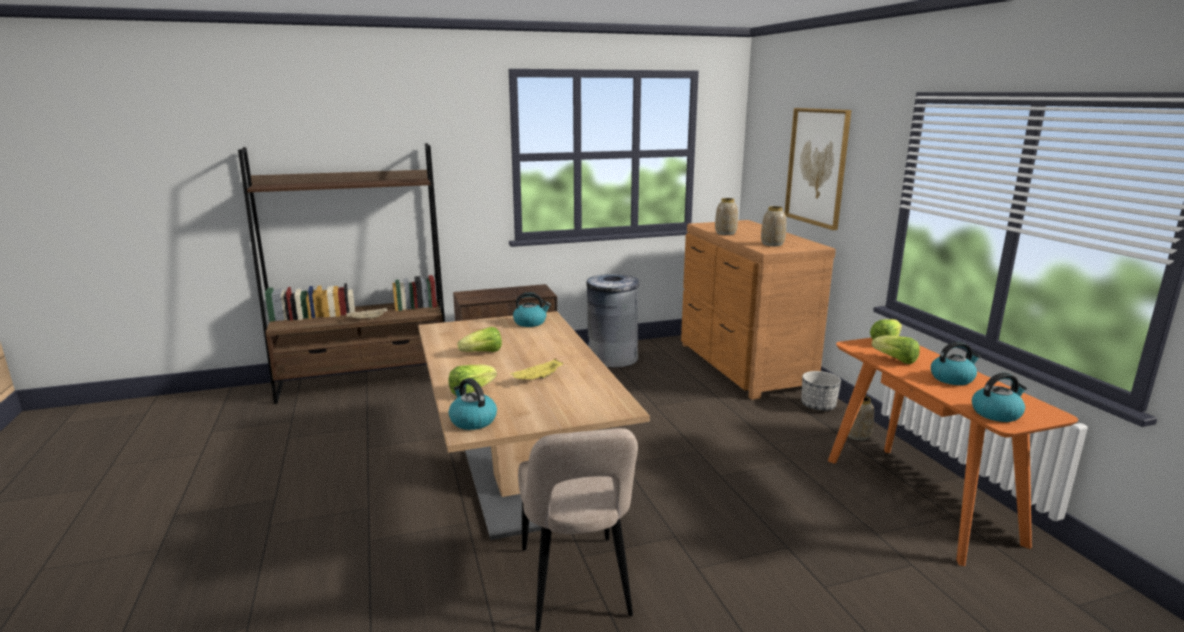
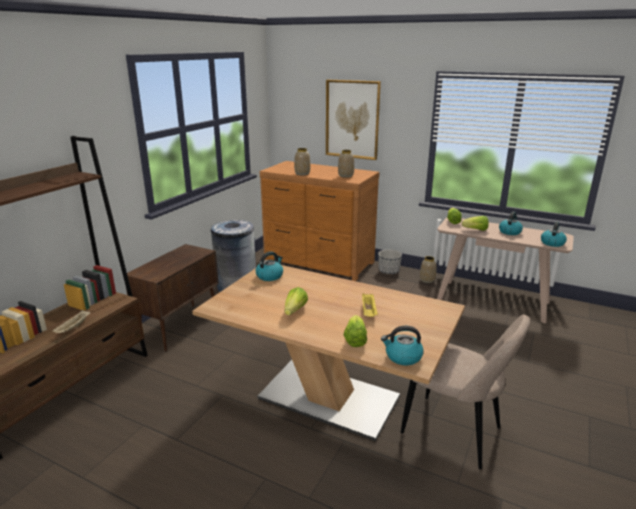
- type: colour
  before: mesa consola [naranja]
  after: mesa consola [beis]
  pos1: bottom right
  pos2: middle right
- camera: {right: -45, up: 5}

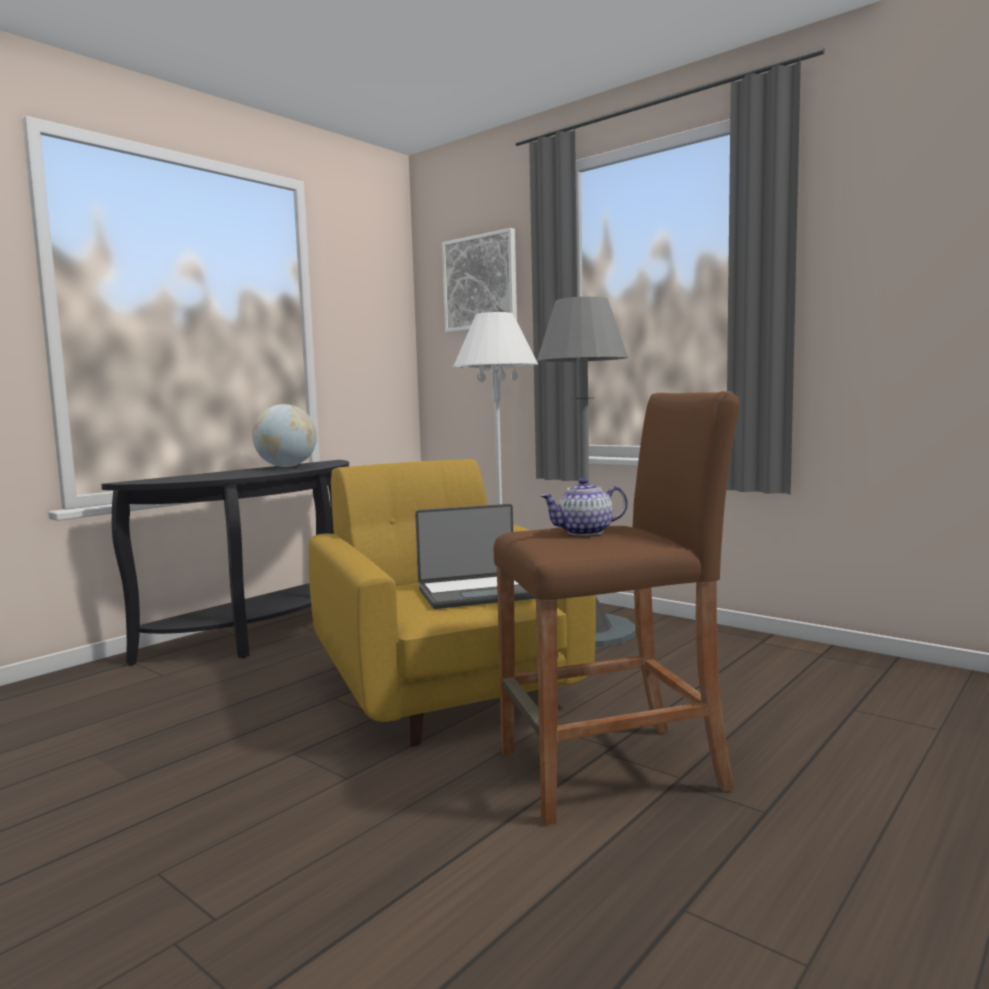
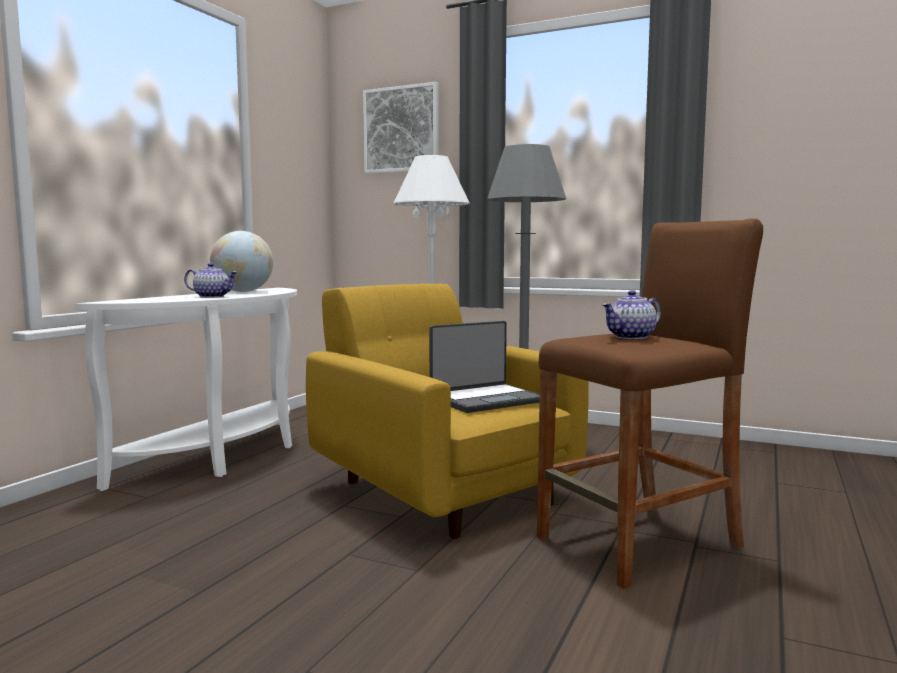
- type: appeared
  after: tetera (no. 1 from left)
  pos2: middle left
- type: colour
  before: mesa consola [negro]
  after: mesa consola [blanco]
  pos1: middle left
  pos2: middle left
- camera: {right: -15, up: 0}

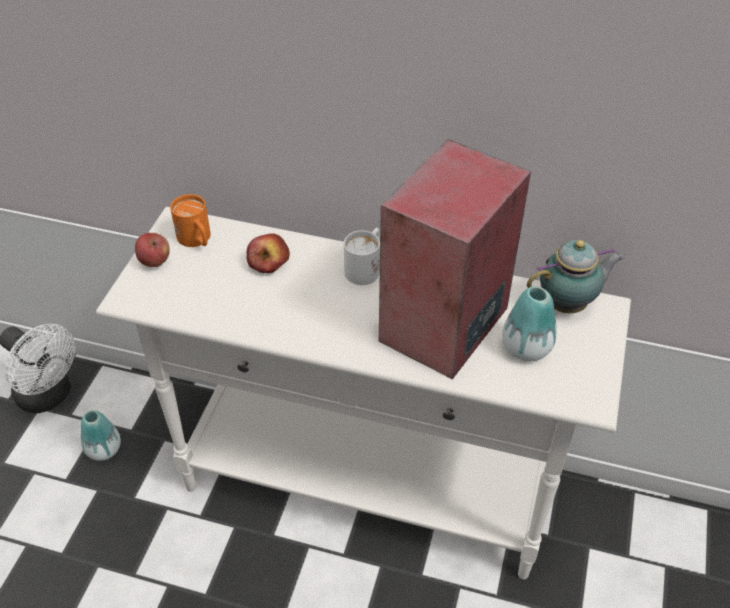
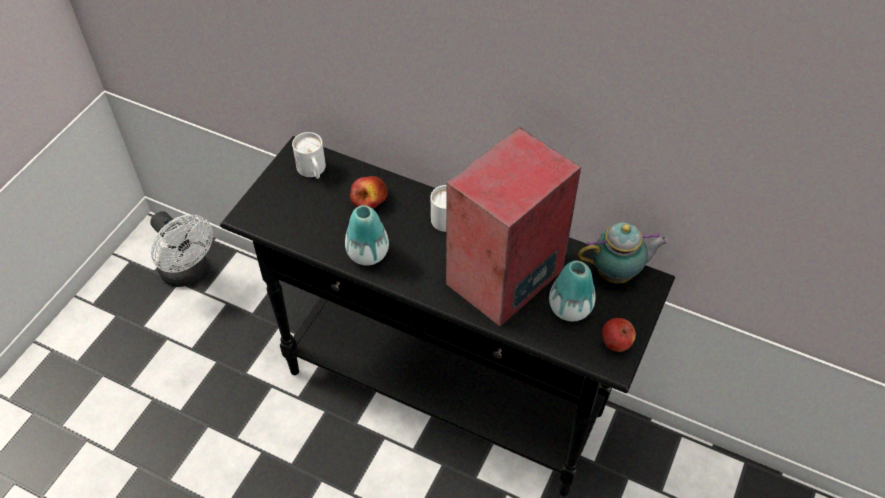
- type: relocated
  before: florero (no. 1 from left)
  pos1: bottom left
  pos2: centre
- type: relocated
  before: manzana (no. 1 from left in the first image)
  after: manzana (no. 2 from left)
  pos1: middle left
  pos2: bottom right
- type: colour
  before: mesa consola [blanco]
  after: mesa consola [negro]
  pos1: centre
  pos2: centre
- type: colour
  before: taza grande [naranja]
  after: taza grande [blanco] (no. 1 from left)
  pos1: middle left
  pos2: top centre
- camera: {right: 10, up: 5}

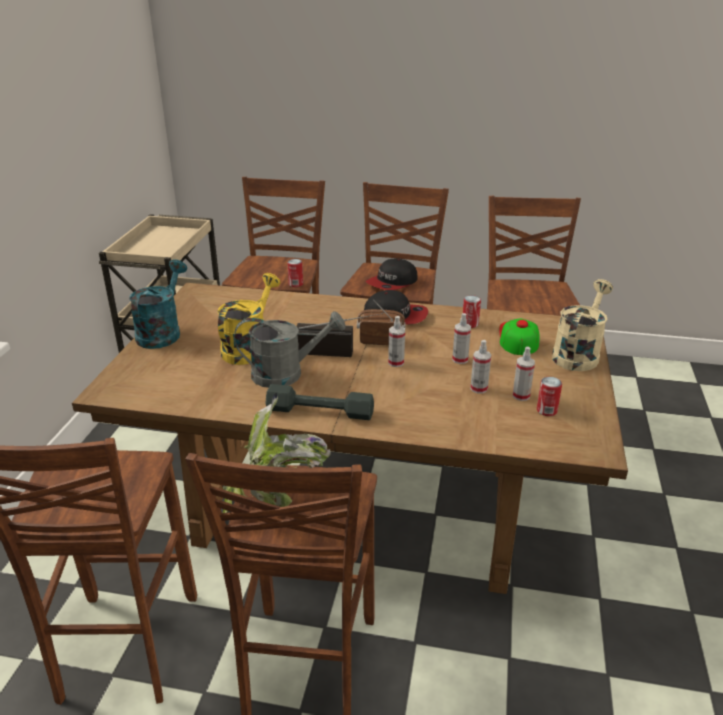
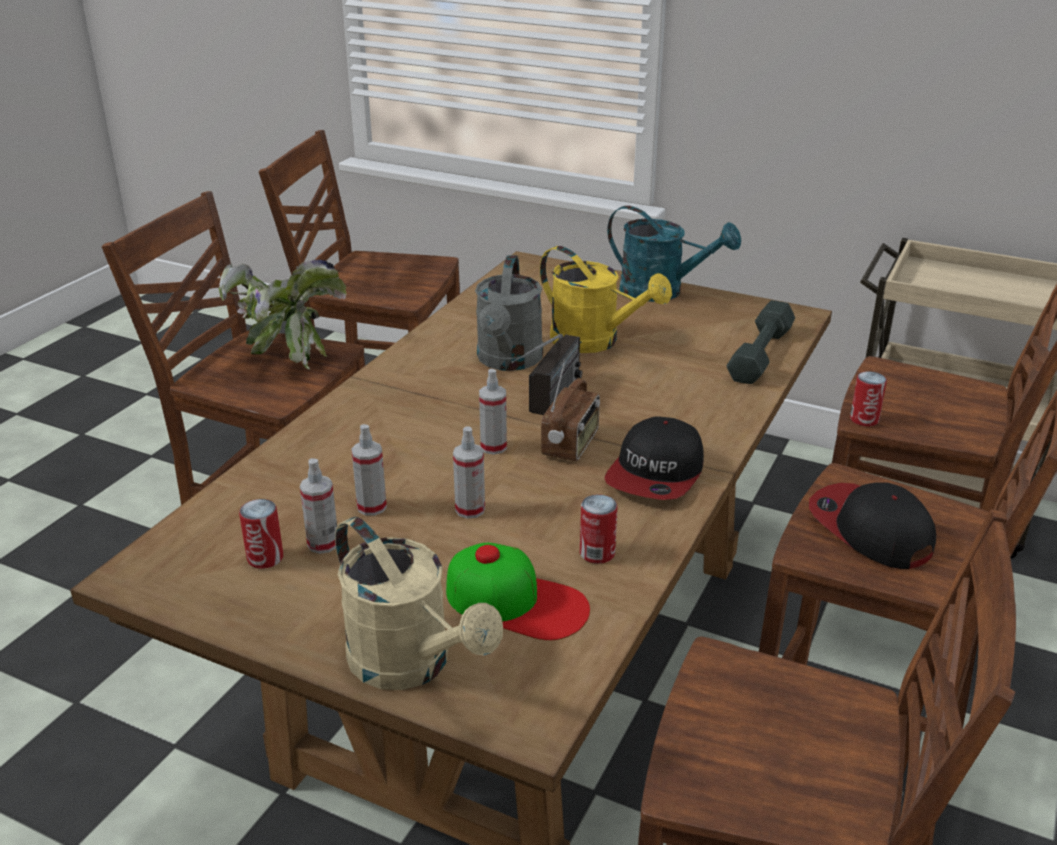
- type: relocated
  before: mancuerna [gris]
  pos1: centre
  pos2: middle right
- camera: {right: 105, up: 0}

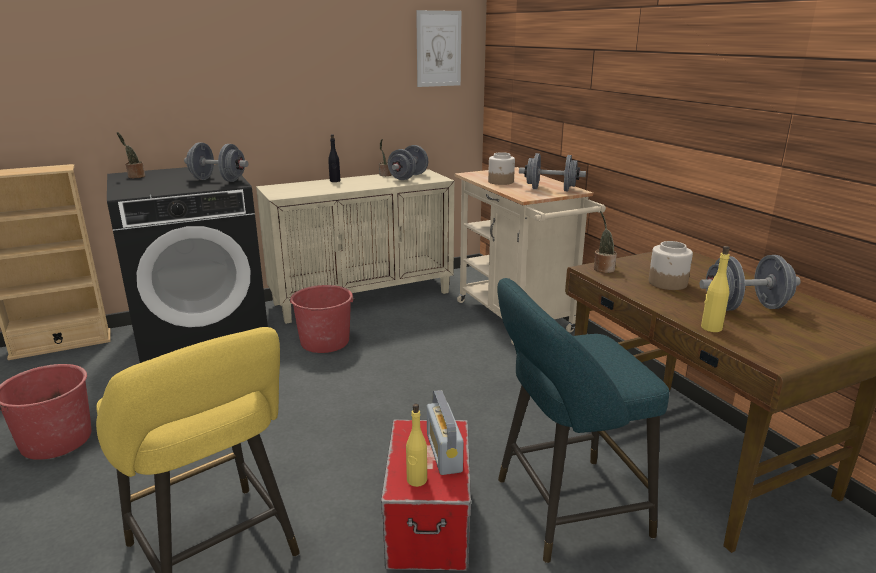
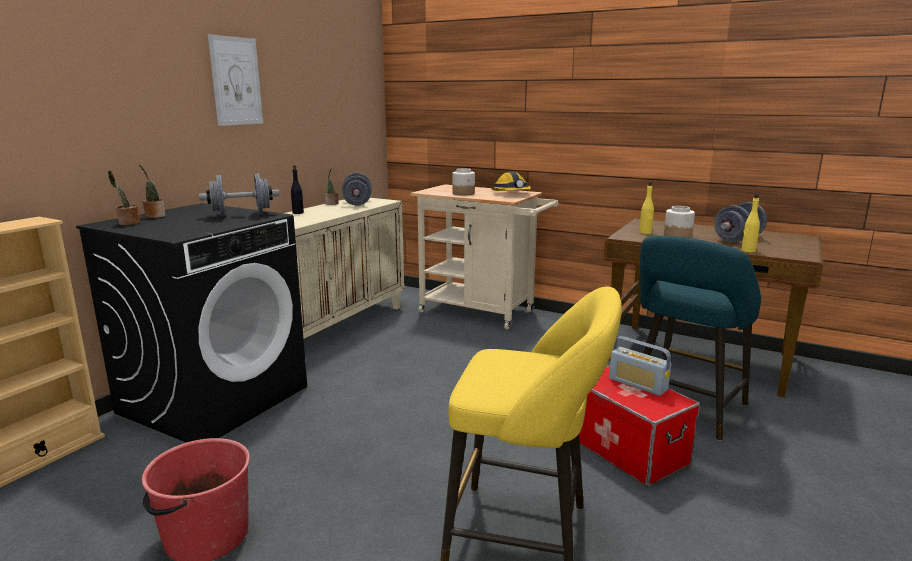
- type: missing
  before: cubo [rojo] (no. 2 from left)
  pos1: centre
- type: relocated
  before: botella [amarillo] (no. 1 from left)
  pos1: bottom centre
  pos2: middle right
- type: relocated
  before: cuadro
  pos1: top centre
  pos2: top left
- type: relocated
  before: planta en maceta (no. 3 from left in the first image)
  after: planta en maceta (no. 2 from left)
  pos1: middle right
  pos2: middle left
- type: exchanged
  before: mancuerna [gris] (no. 3 from left)
  after: casco
  pos1: top centre
  pos2: top centre
- camera: {right: -35, up: -5}

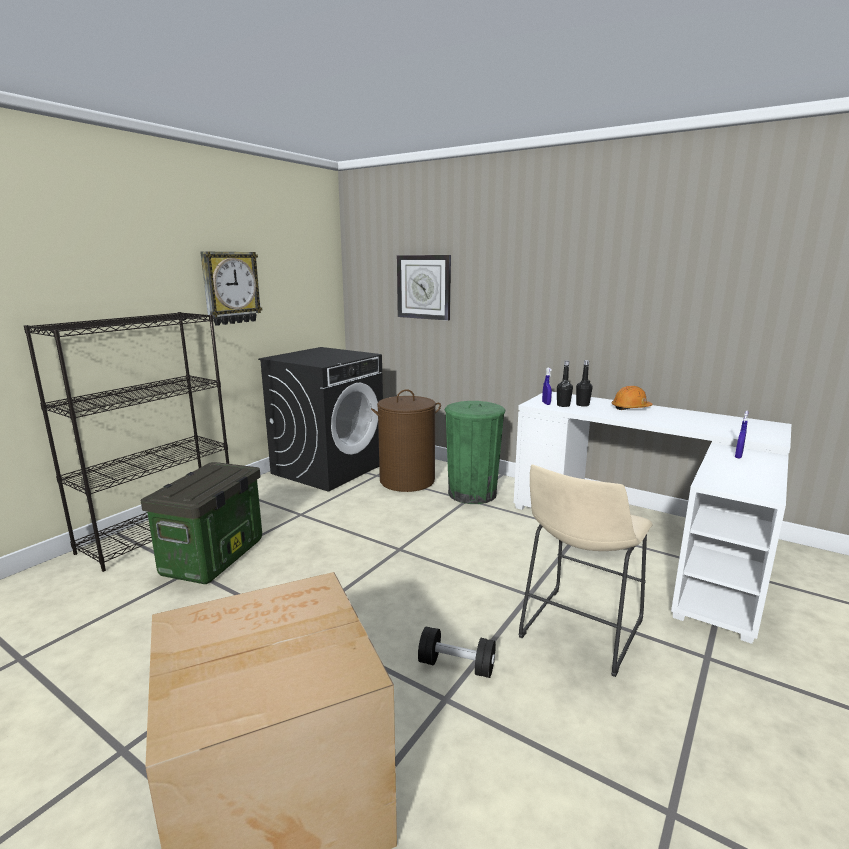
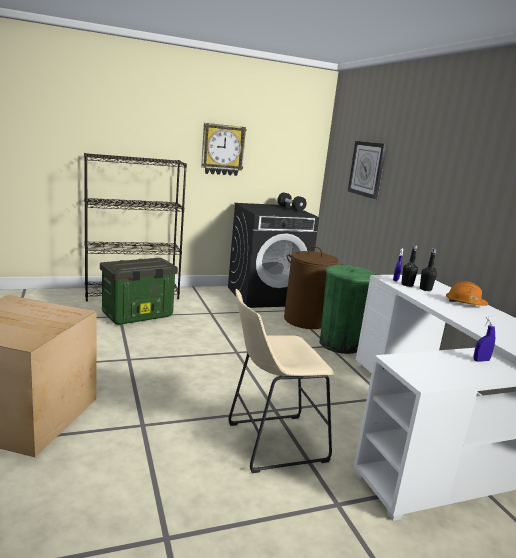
- type: relocated
  before: mancuerna [negro]
  pos1: bottom centre
  pos2: centre
- camera: {right: 35, up: 0}

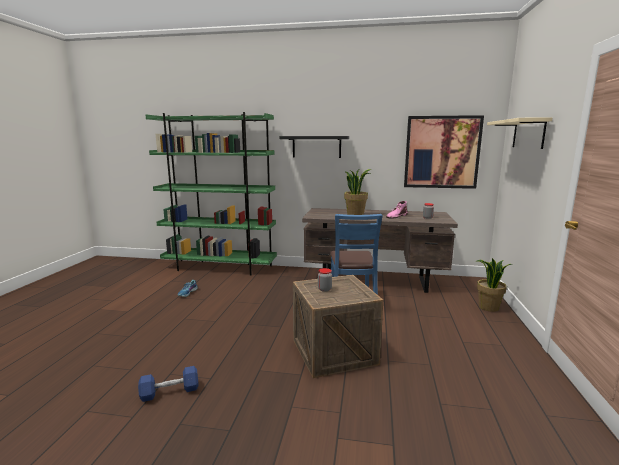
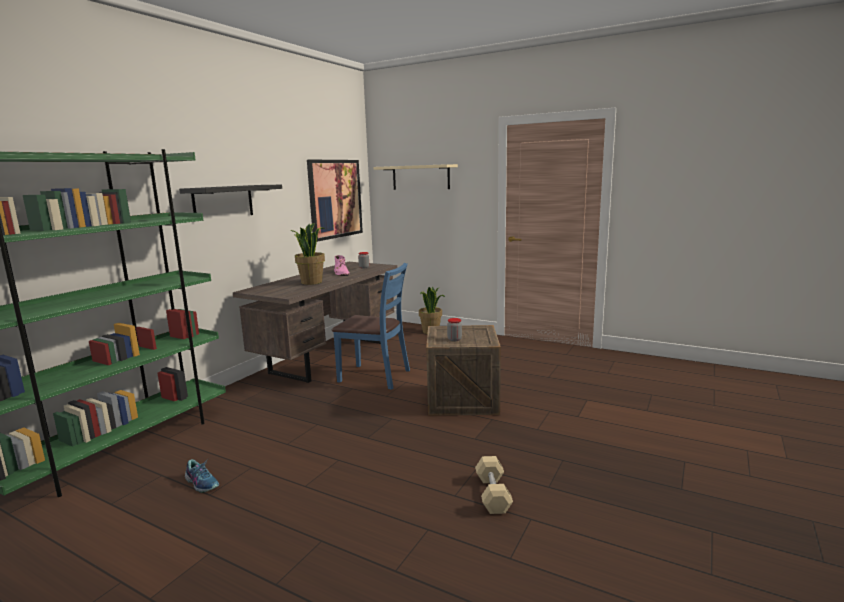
- type: colour
  before: mancuerna [azul]
  after: mancuerna [beis]
  pos1: bottom left
  pos2: bottom centre
- camera: {right: -70, up: 0}

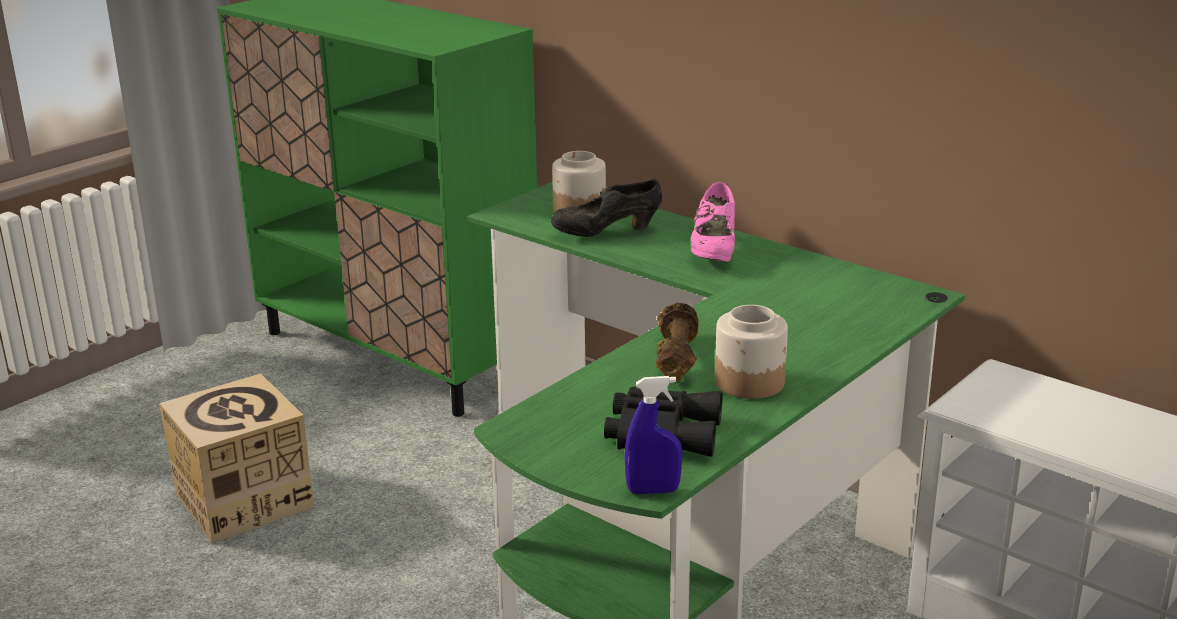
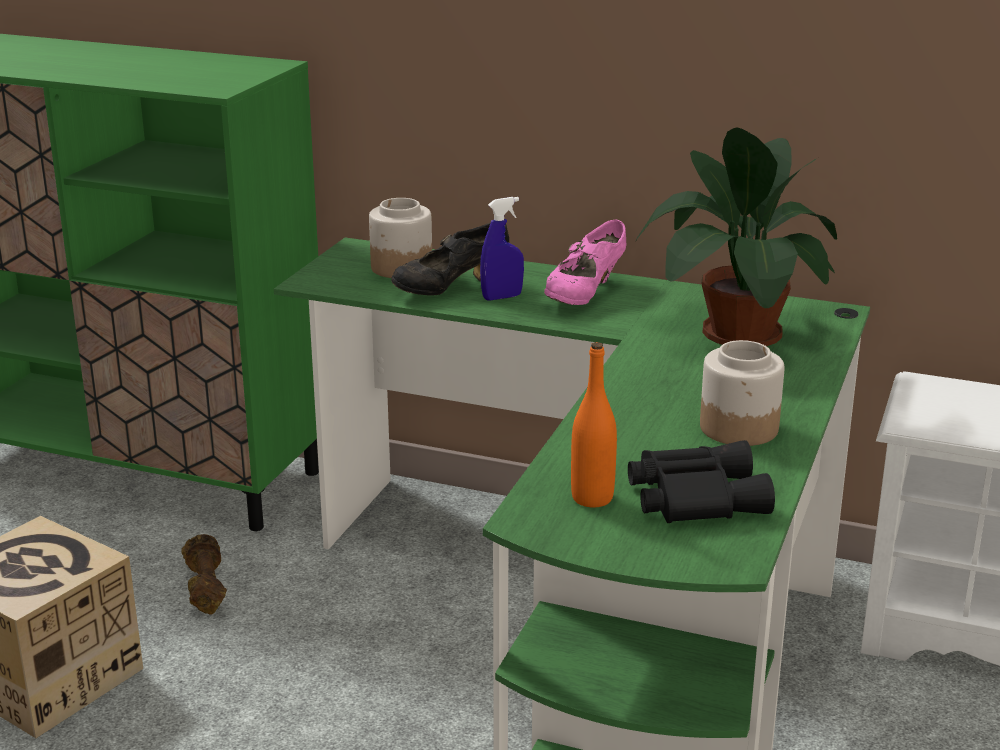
- type: appeared
  after: botella [naranja]
  pos2: centre
- type: appeared
  after: planta en maceta
  pos2: top right
- type: relocated
  before: pulverizador [azul]
  pos1: bottom centre
  pos2: top centre
- type: relocated
  before: mancuerna [marrón]
  pos1: centre
  pos2: bottom left
- type: spun
  before: zapato [rosa]
  pos1: centre
  pos2: centre
  turn: 45
- camera: {right: -20, up: 0}

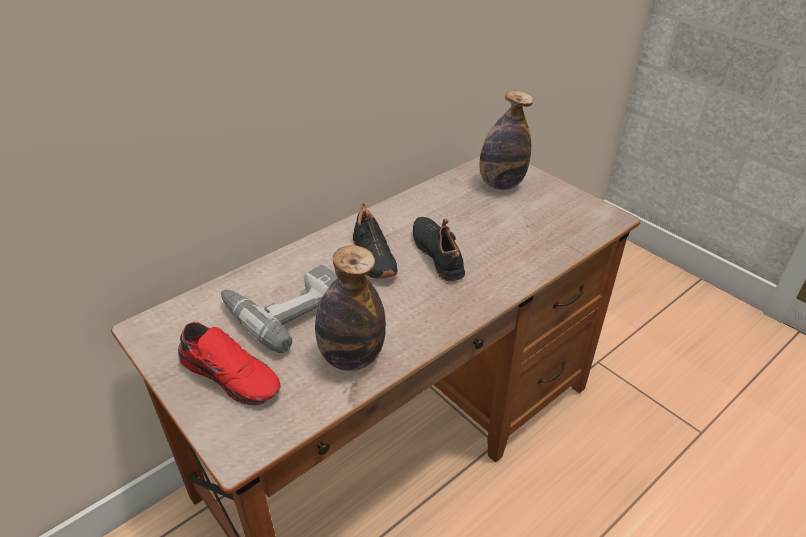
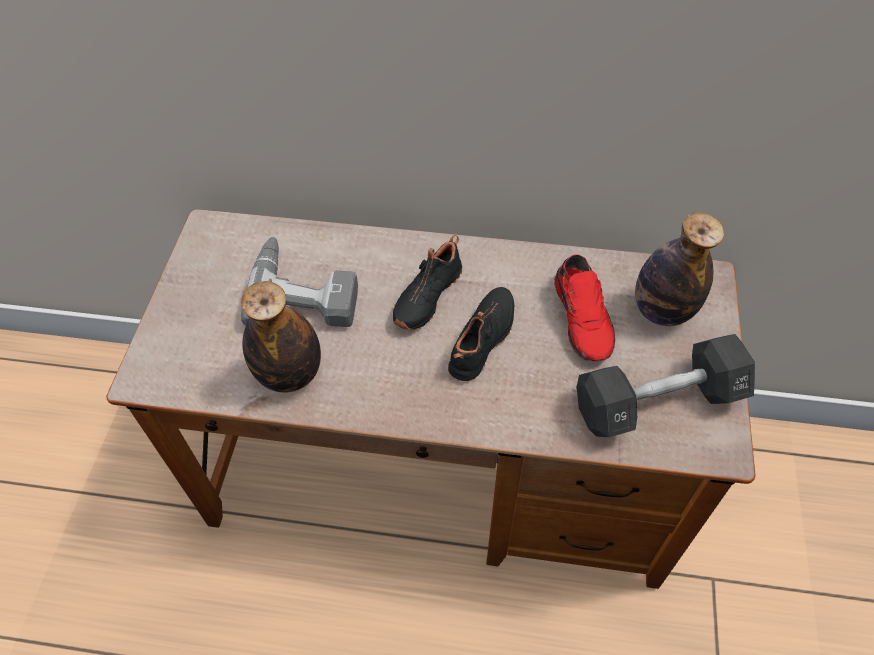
- type: appeared
  after: mancuerna [negro]
  pos2: middle right
- type: relocated
  before: zapato [rojo]
  pos1: bottom left
  pos2: middle right
- camera: {right: 50, up: 15}

